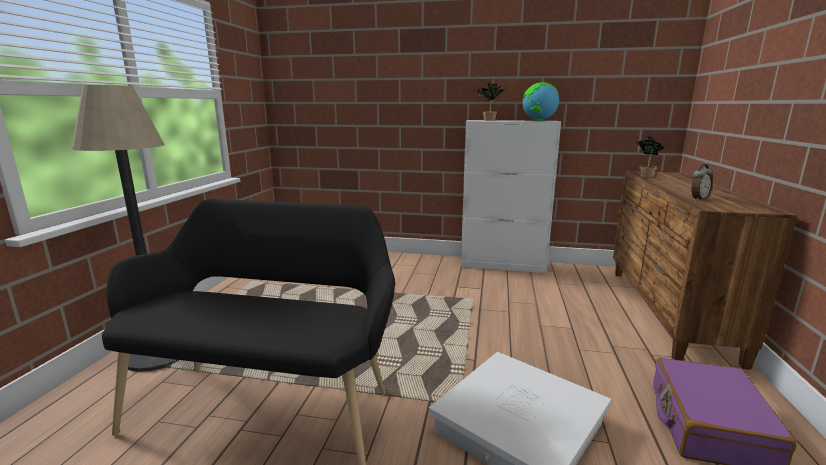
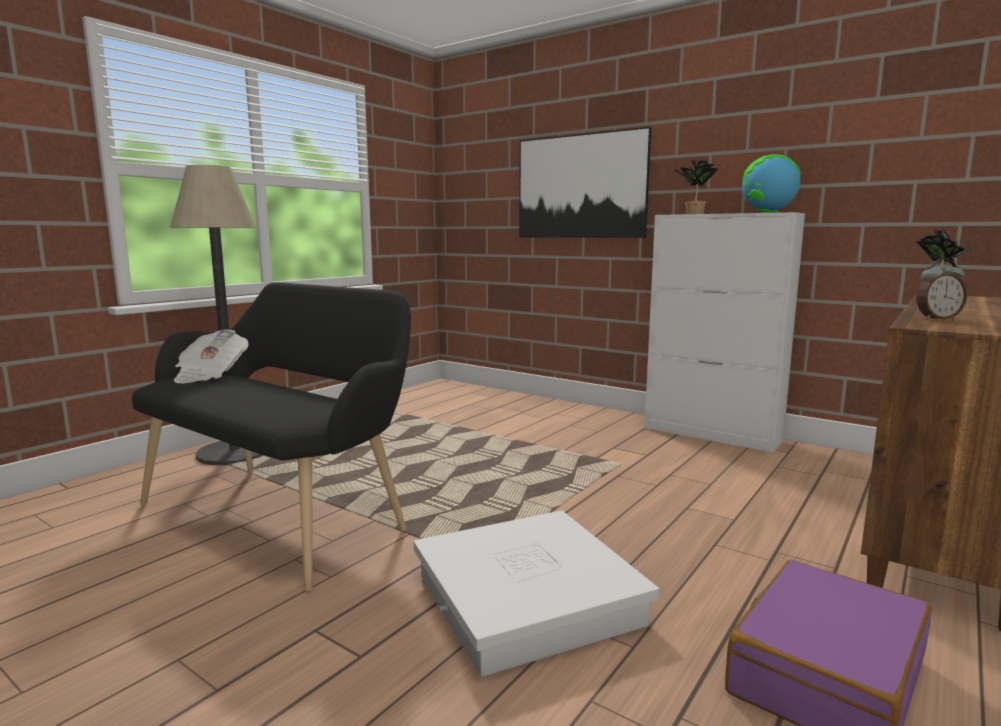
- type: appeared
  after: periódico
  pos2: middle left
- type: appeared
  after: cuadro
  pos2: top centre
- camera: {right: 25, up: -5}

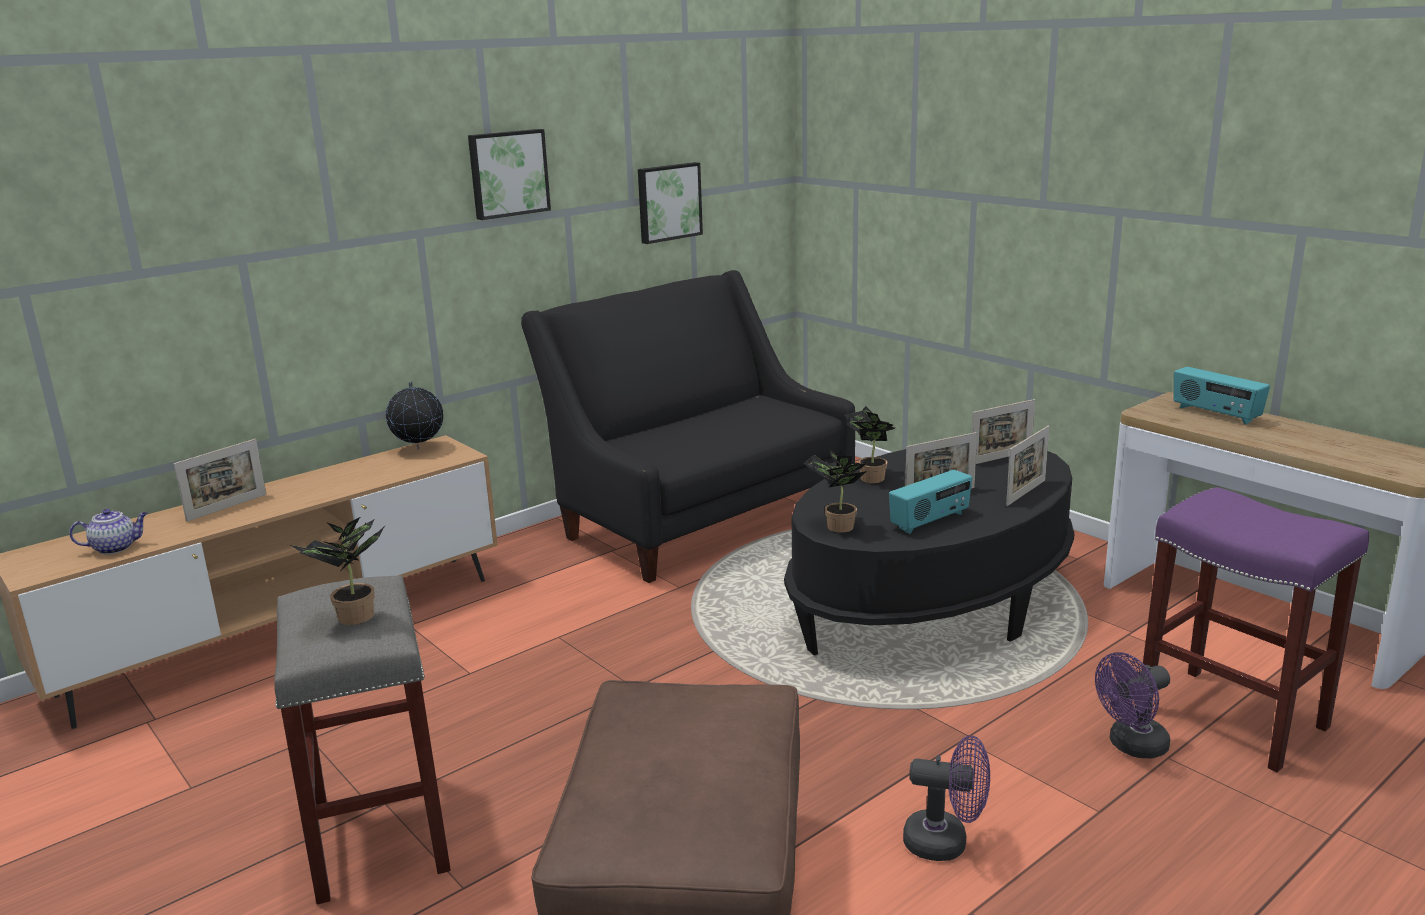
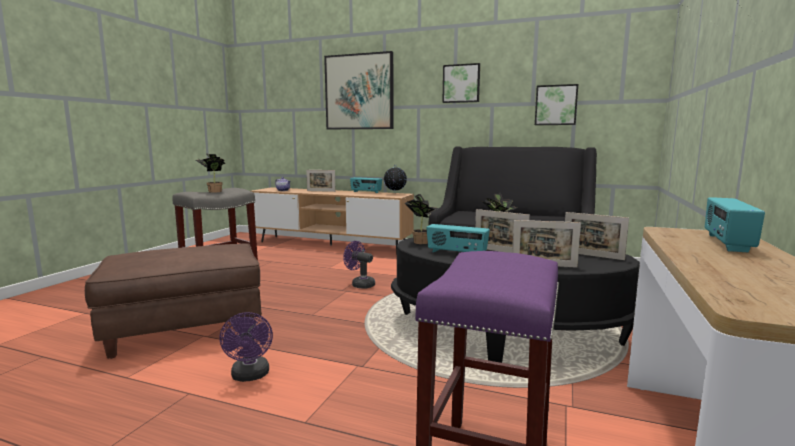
- type: appeared
  after: cuadro (no. 1 from left)
  pos2: top centre
- type: appeared
  after: radio (no. 1 from left)
  pos2: centre
- type: relocated
  before: ventilador [morado] (no. 2 from left)
  pos1: bottom right
  pos2: centre
- camera: {right: 60, up: -10}

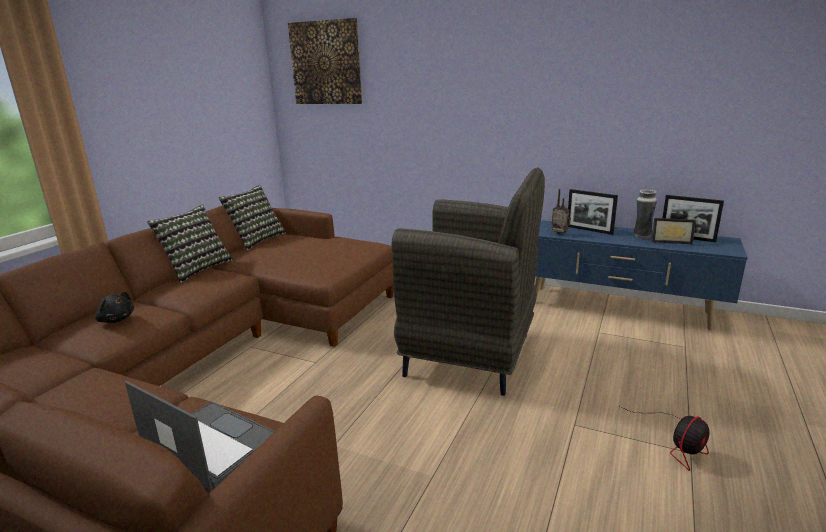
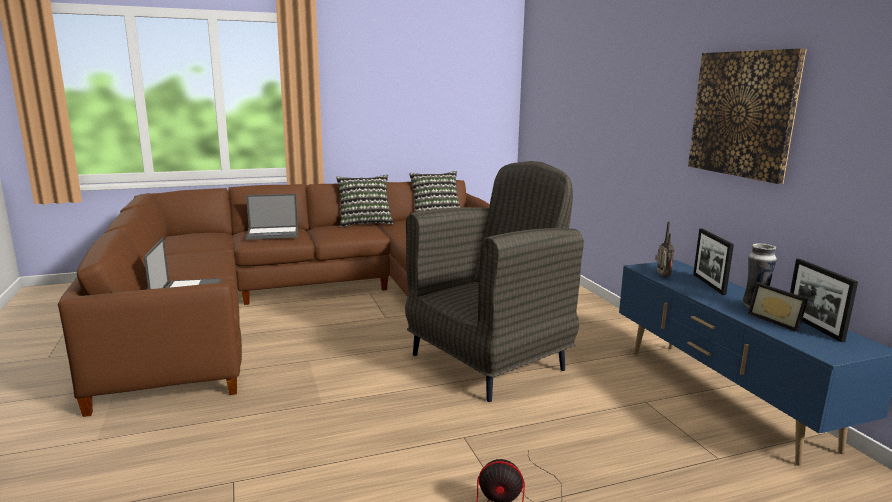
- type: relocated
  before: cuadro
  pos1: top centre
  pos2: top right
- type: exchanged
  before: peluche [negro]
  after: portátil (no. 2 from left)
  pos1: middle left
  pos2: middle left
- type: spun
  before: sillón [gris]
  pos1: centre
  pos2: centre
  turn: -105
- camera: {right: 45, up: -5}

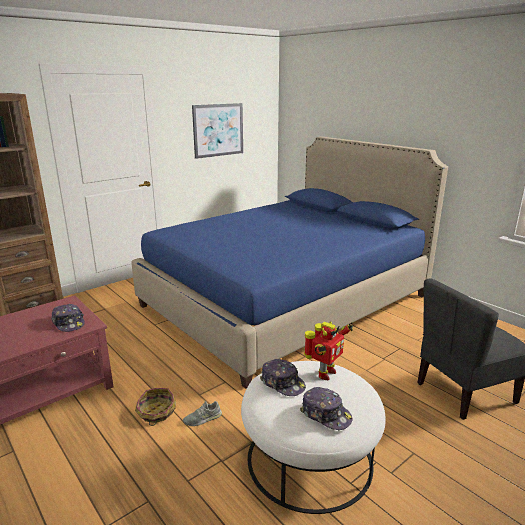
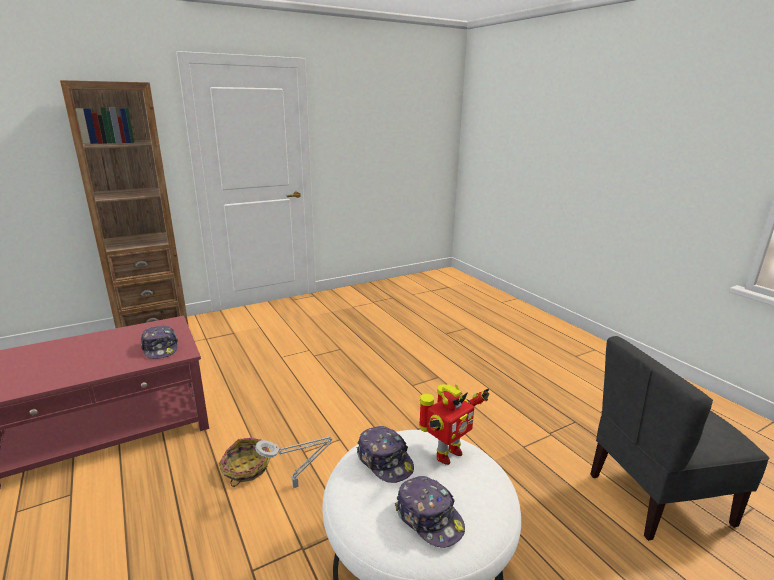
- type: missing
  before: cama [azul]
  pos1: centre
- type: missing
  before: cuadro
  pos1: top centre
- type: exchanged
  before: zapato [gris]
  after: lámpara de mesa [gris]
  pos1: bottom centre
  pos2: bottom centre
- camera: {right: 10, up: 0}

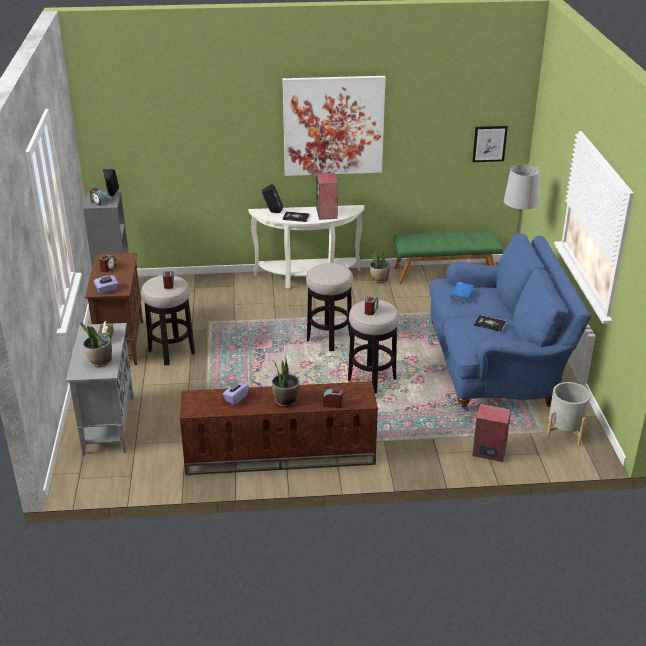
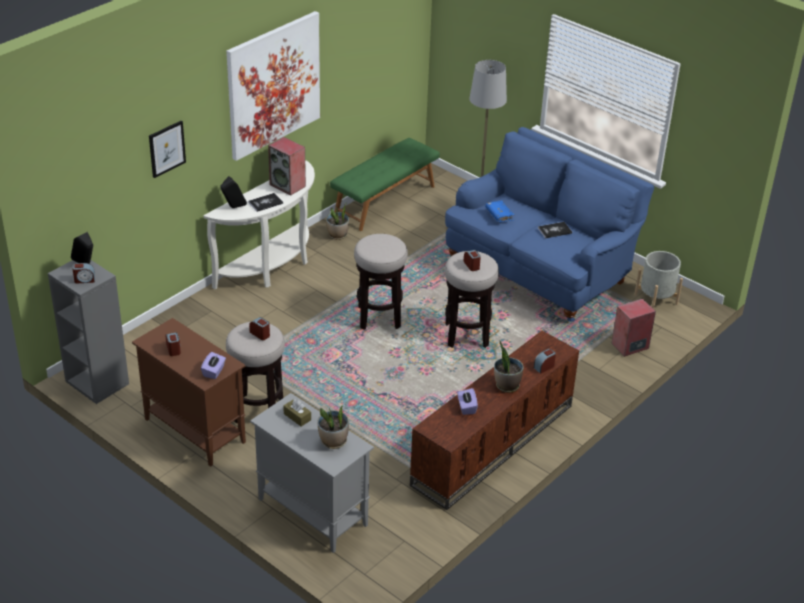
- type: relocated
  before: cuadro (no. 2 from left in the first image)
  after: cuadro (no. 1 from left)
  pos1: top right
  pos2: top left
- camera: {right: -45, up: 5}

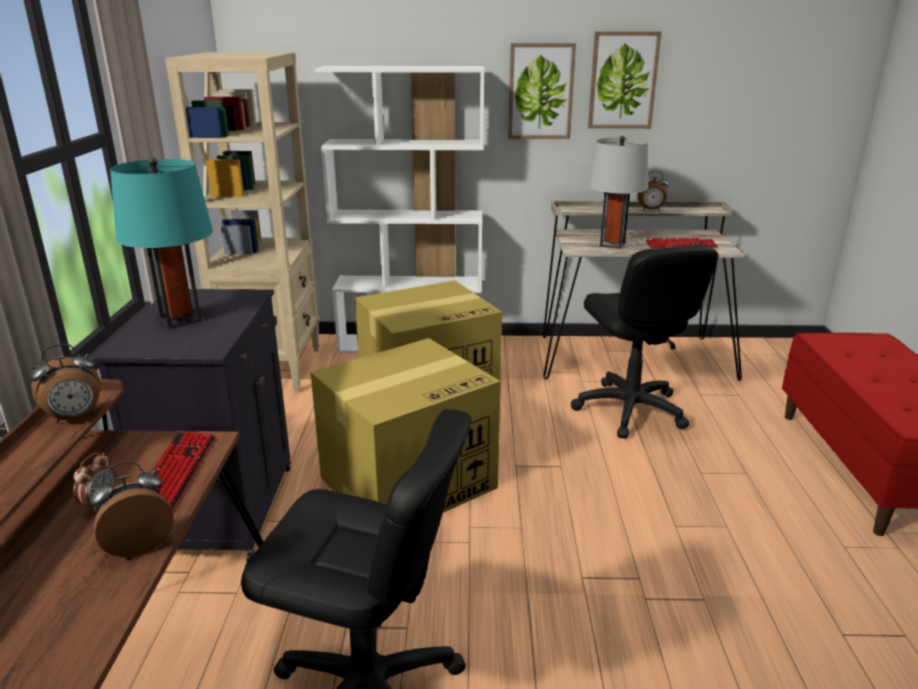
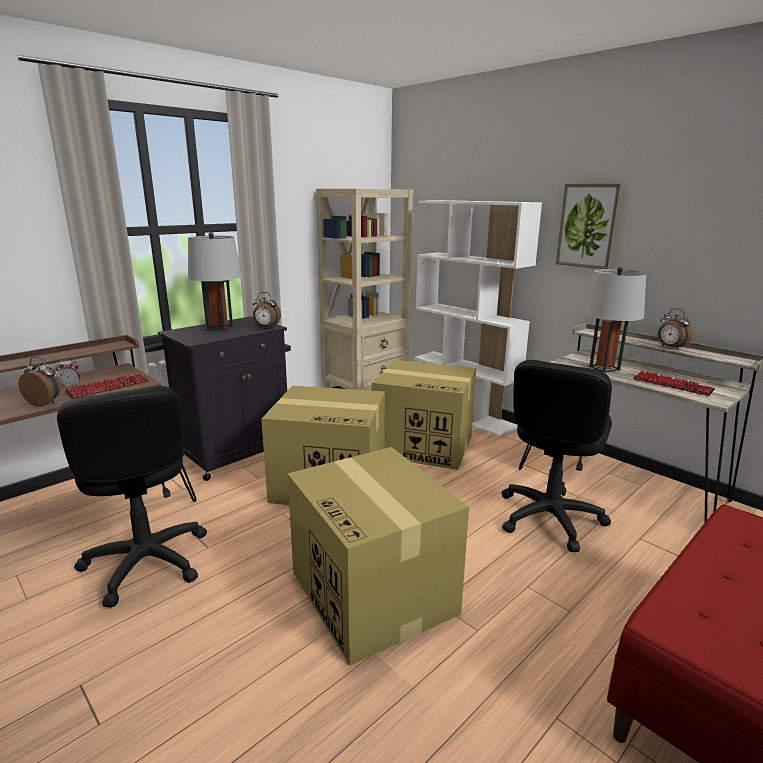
- type: missing
  before: cuadro (no. 2 from left)
  pos1: top right
- type: appeared
  after: caja de cartón (no. 2 from left)
  pos2: bottom centre
- type: relocated
  before: despertador (no. 1 from left in the first image)
  after: despertador (no. 3 from left)
  pos1: middle left
  pos2: centre
- type: colour
  before: lámpara de mesa [turquesa]
  after: lámpara de mesa [gris] (no. 1 from left)
  pos1: middle left
  pos2: middle left
- camera: {right: 45, up: -5}

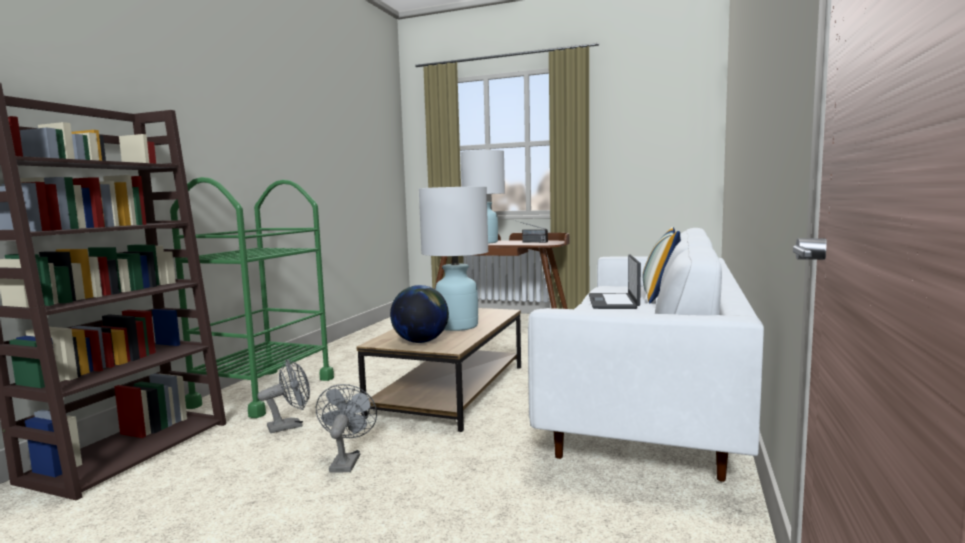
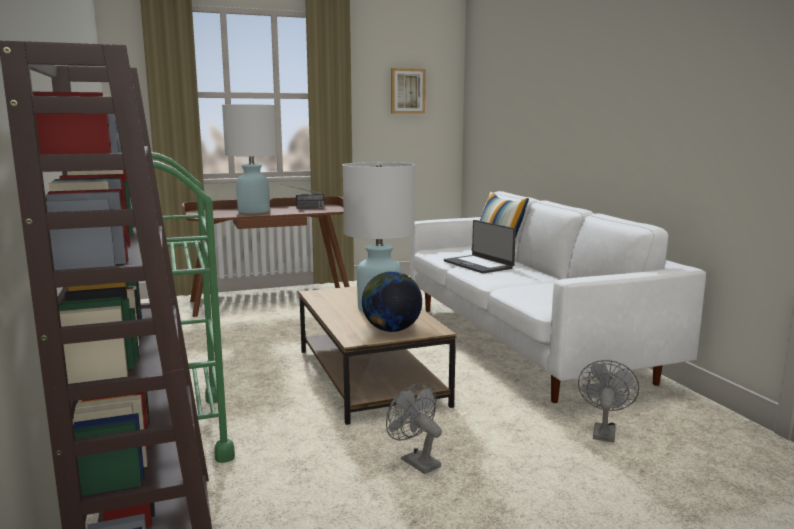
- type: appeared
  after: cuadro
  pos2: top centre
- type: relocated
  before: ventilador [gris] (no. 1 from left in the first image)
  after: ventilador [gris] (no. 2 from left)
  pos1: bottom left
  pos2: bottom right
- camera: {right: -40, up: 5}

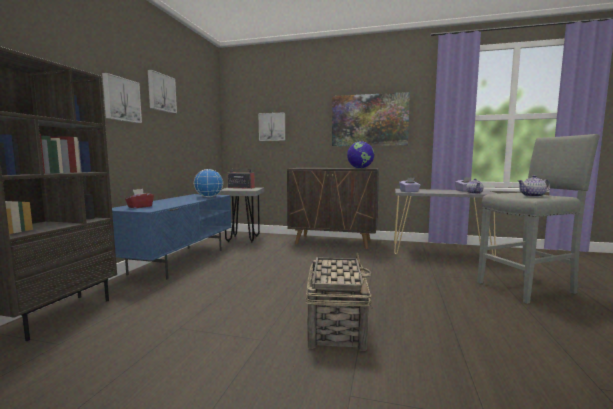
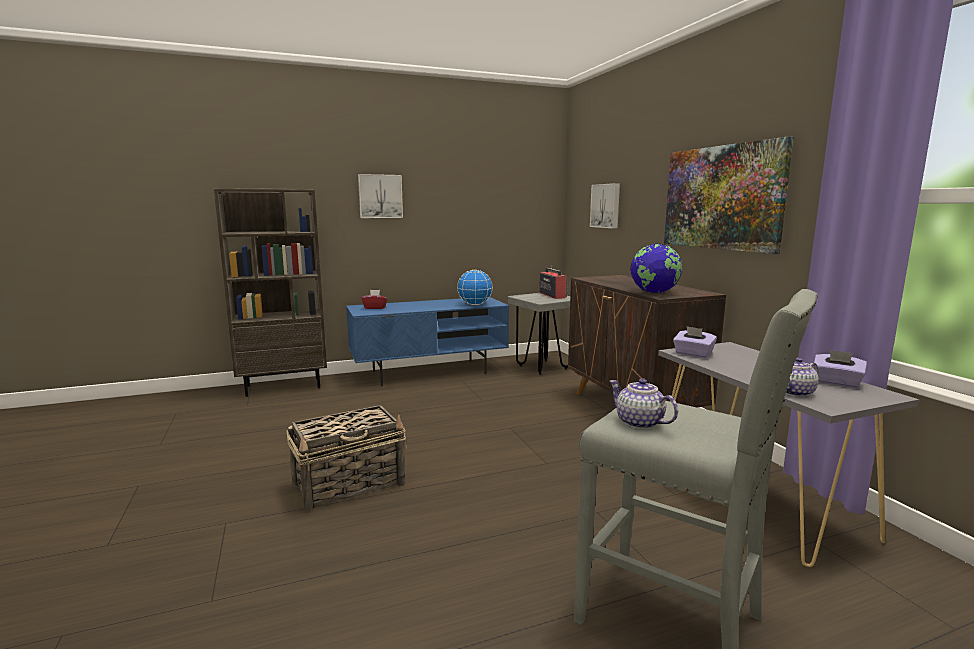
- type: missing
  before: cuadro (no. 2 from left)
  pos1: top left
- camera: {right: 55, up: 5}

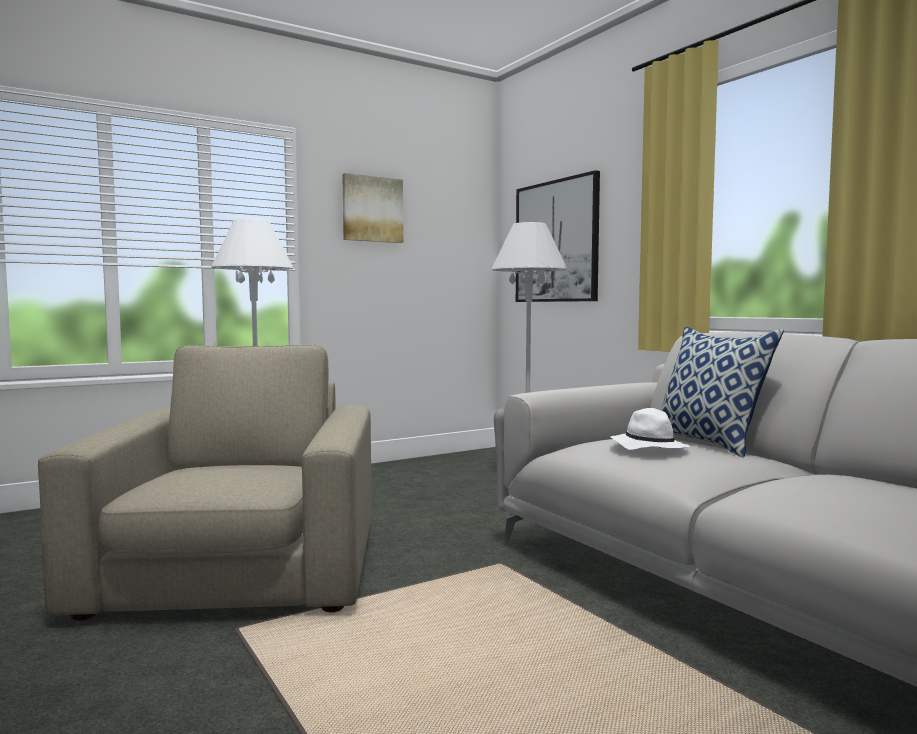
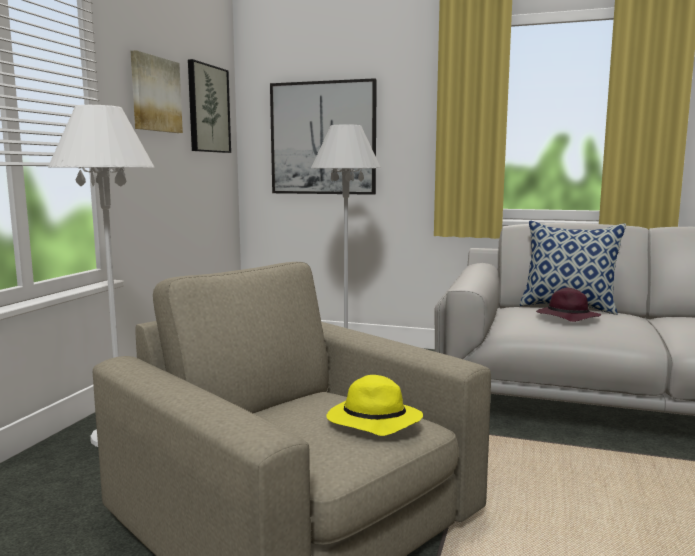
- type: appeared
  after: cuadro (no. 2 from left)
  pos2: top left
- type: appeared
  after: sombrero [amarillo]
  pos2: bottom centre
- type: colour
  before: sombrero [blanco]
  after: sombrero [morado]
  pos1: middle right
  pos2: middle right
- camera: {right: -40, up: 5}

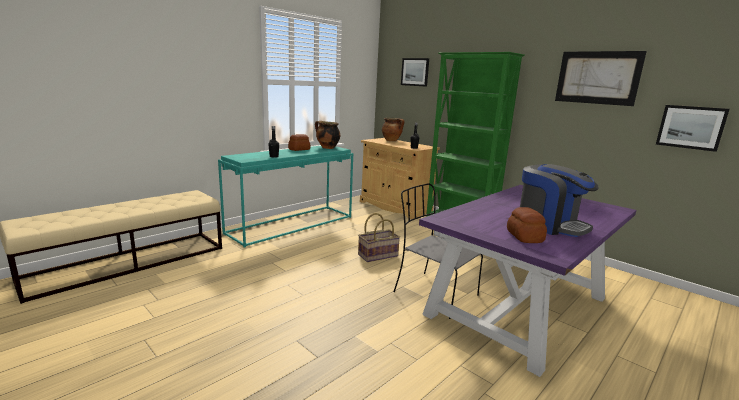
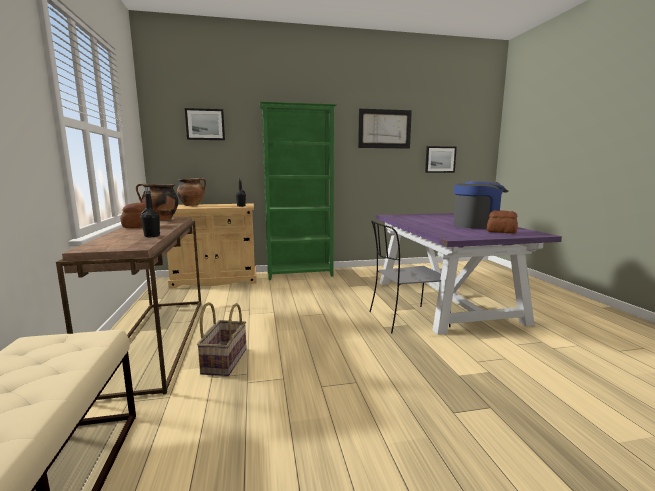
- type: relocated
  before: cesta
  pos1: centre
  pos2: bottom centre
- type: colour
  before: mesa consola [turquesa]
  after: mesa consola [marrón]
  pos1: centre
  pos2: middle left
- camera: {right: -55, up: -5}

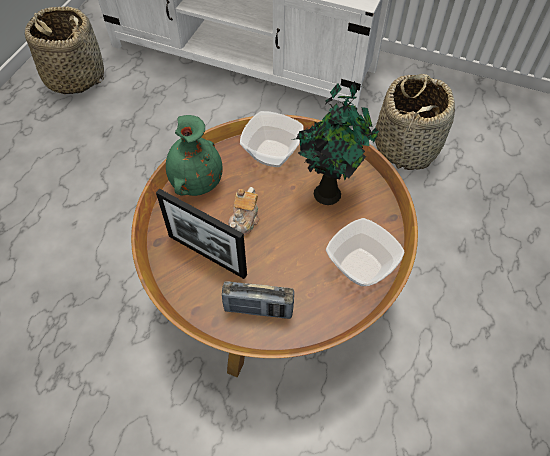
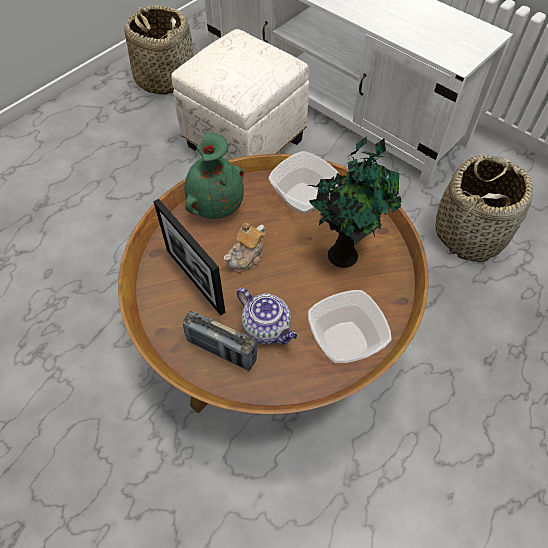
- type: appeared
  after: puf [blanco]
  pos2: top centre
- type: appeared
  after: tetera (no. 2 from left)
  pos2: centre
- camera: {right: 20, up: 0}

